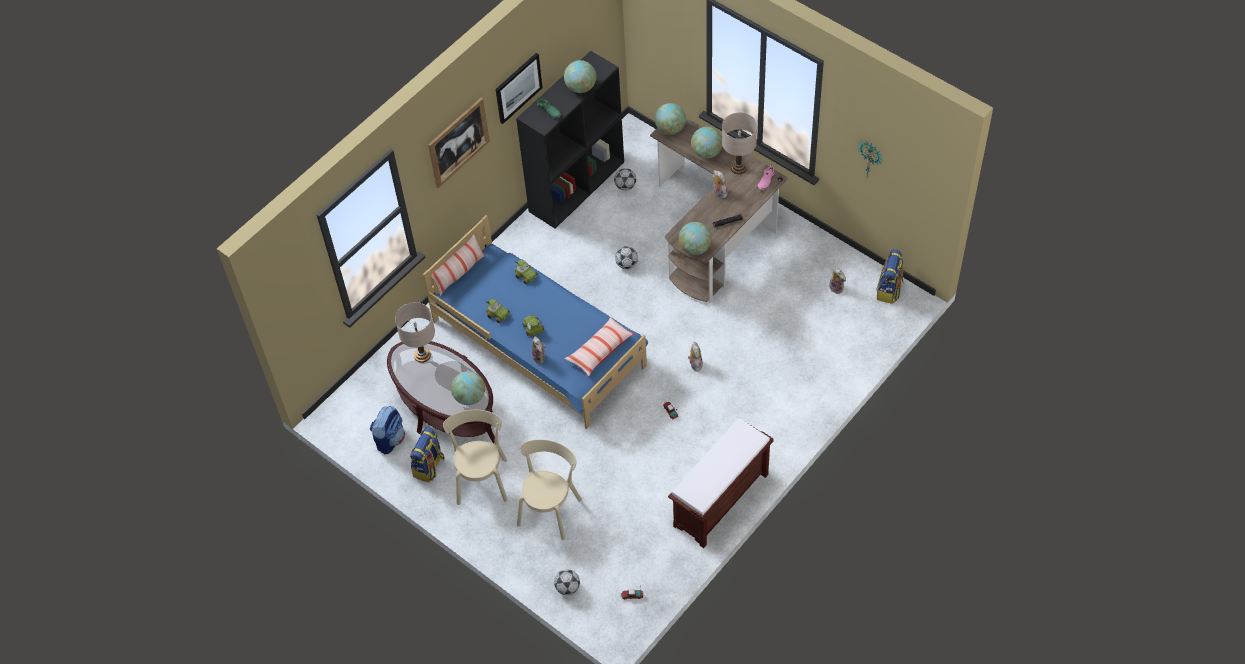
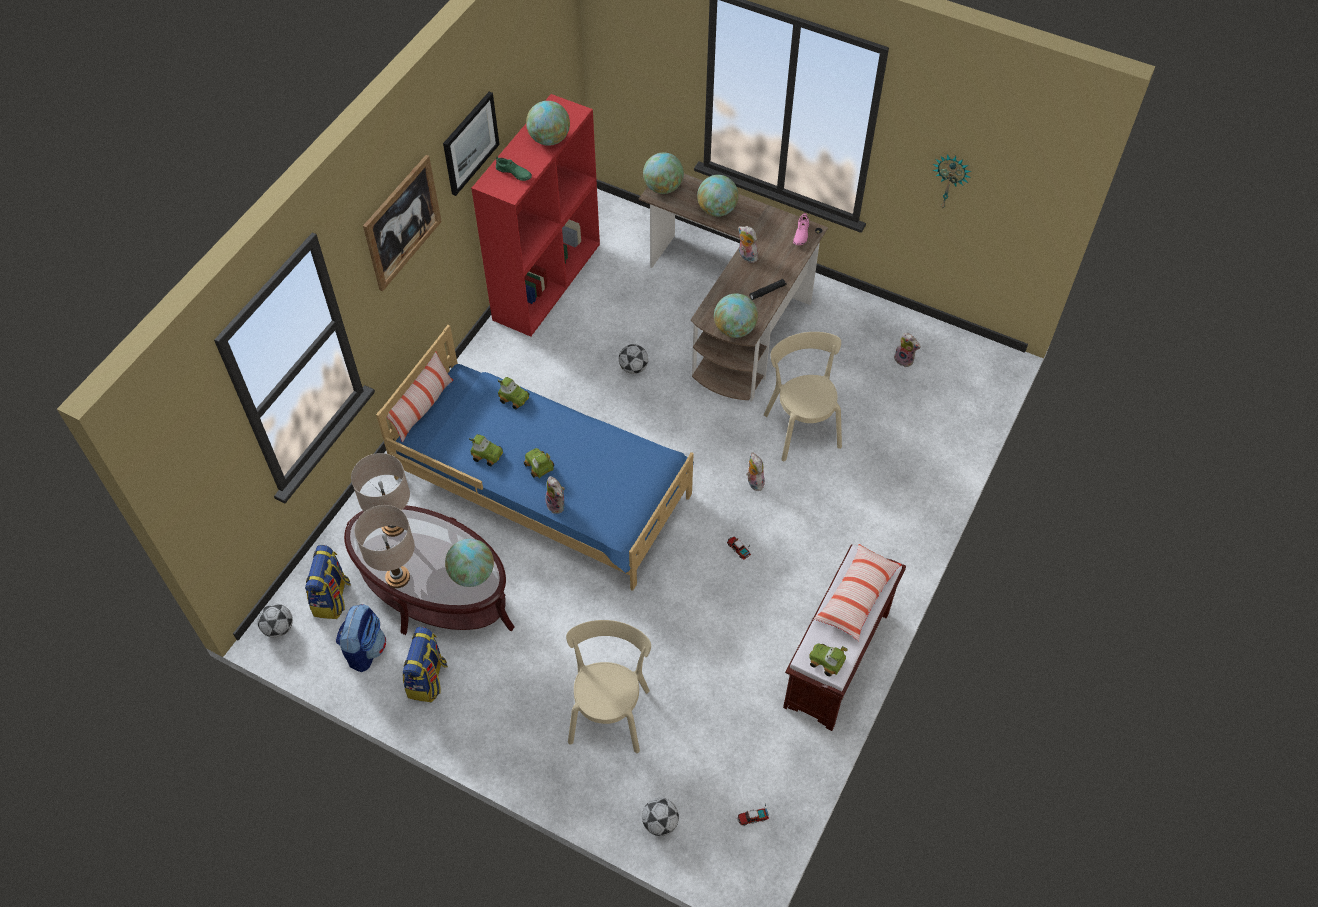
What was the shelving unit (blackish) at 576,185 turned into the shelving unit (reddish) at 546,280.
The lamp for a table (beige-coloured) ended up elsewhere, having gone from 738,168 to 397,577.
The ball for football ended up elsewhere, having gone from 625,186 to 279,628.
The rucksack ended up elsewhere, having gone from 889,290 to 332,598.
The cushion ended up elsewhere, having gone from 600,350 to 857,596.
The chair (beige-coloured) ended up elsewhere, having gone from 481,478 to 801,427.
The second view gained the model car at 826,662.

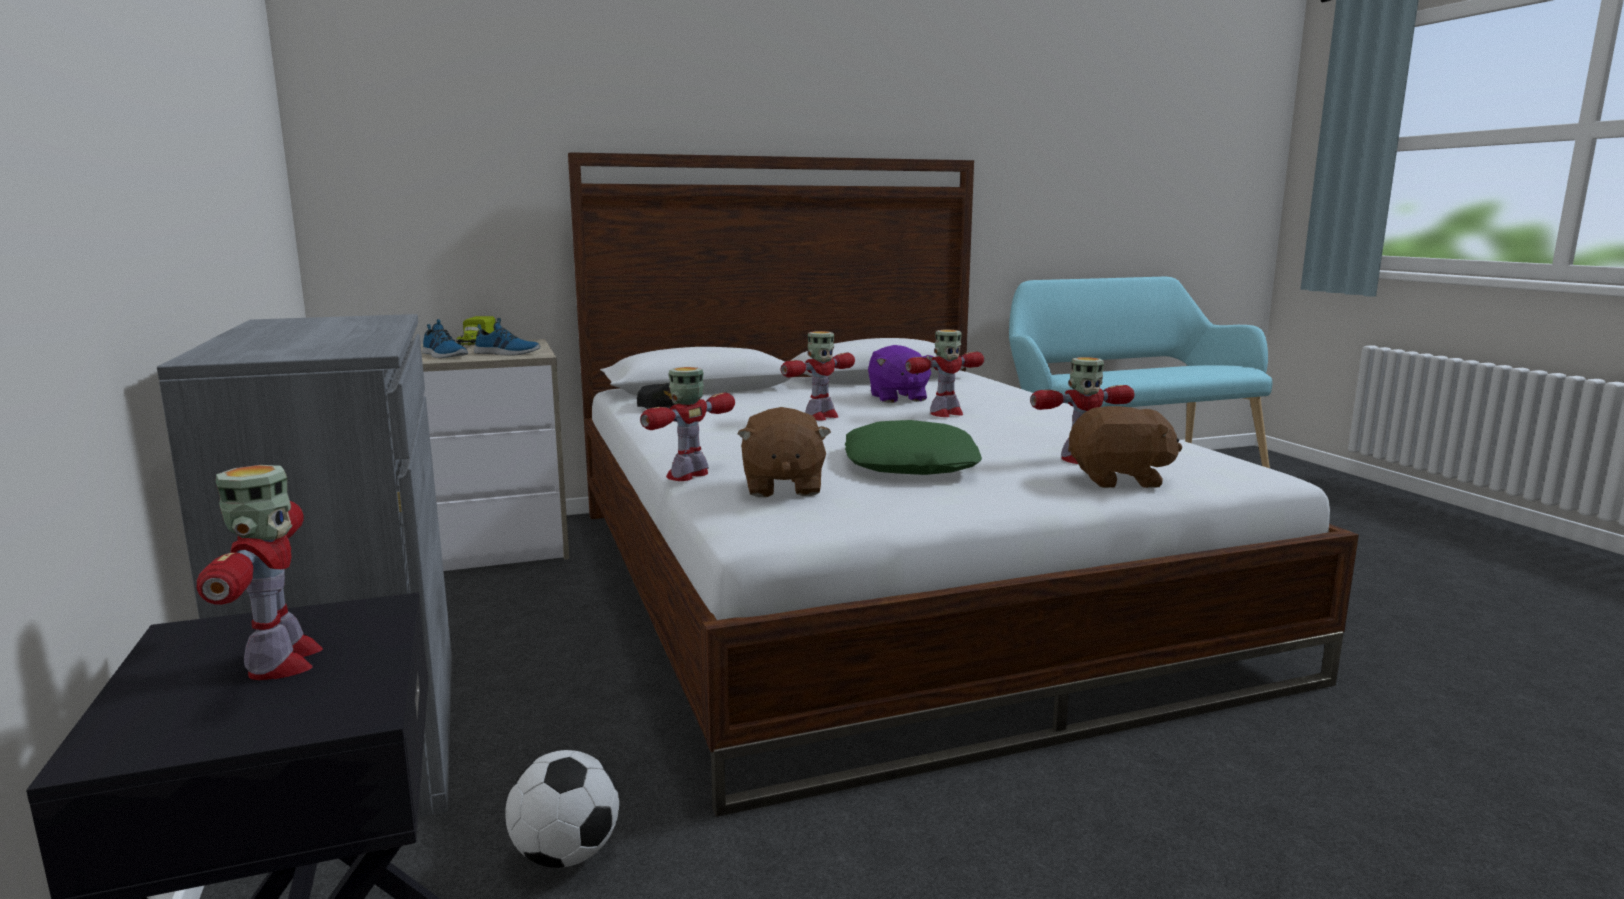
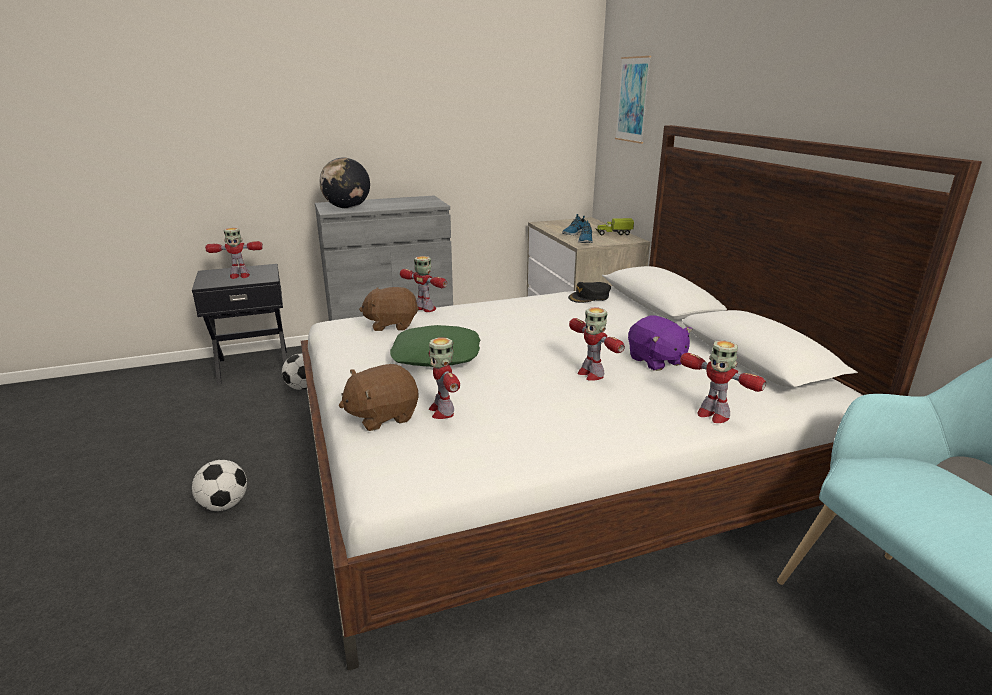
The model robot ended up elsewhere, having gone from 820,417 to 712,415.
The cuddly toy (purple-coloured) at 897,398 ended up facing another way, 105 degrees counterclockwise from before.
The cuddly toy (brown-coloured) at 1119,480 ended up facing another way, 60 degrees clockwise from before.
The second view gained the wall picture at 632,99.
The second view gained the desk globe at 347,208.
The second view gained the ball for football at 224,505.

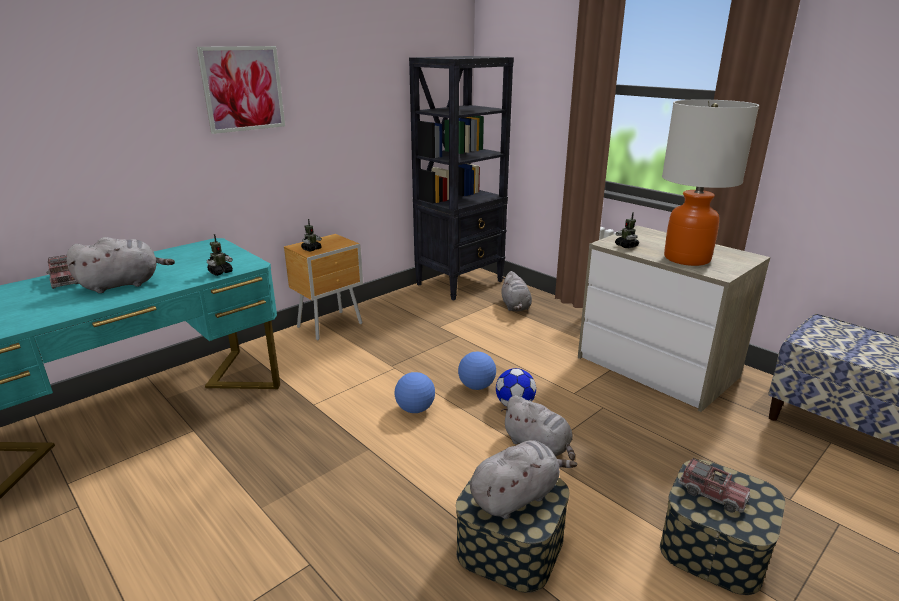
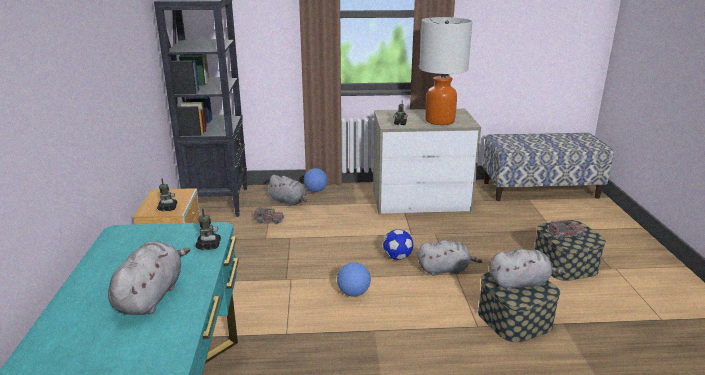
The second view lost the wall picture at 243,89.
The toy truck ended up elsewhere, having gone from 64,280 to 268,220.
The ball for football ended up elsewhere, having gone from 476,386 to 315,191.
The cuddly toy (grey) at 516,496 ended up facing another way, 75 degrees clockwise from before.

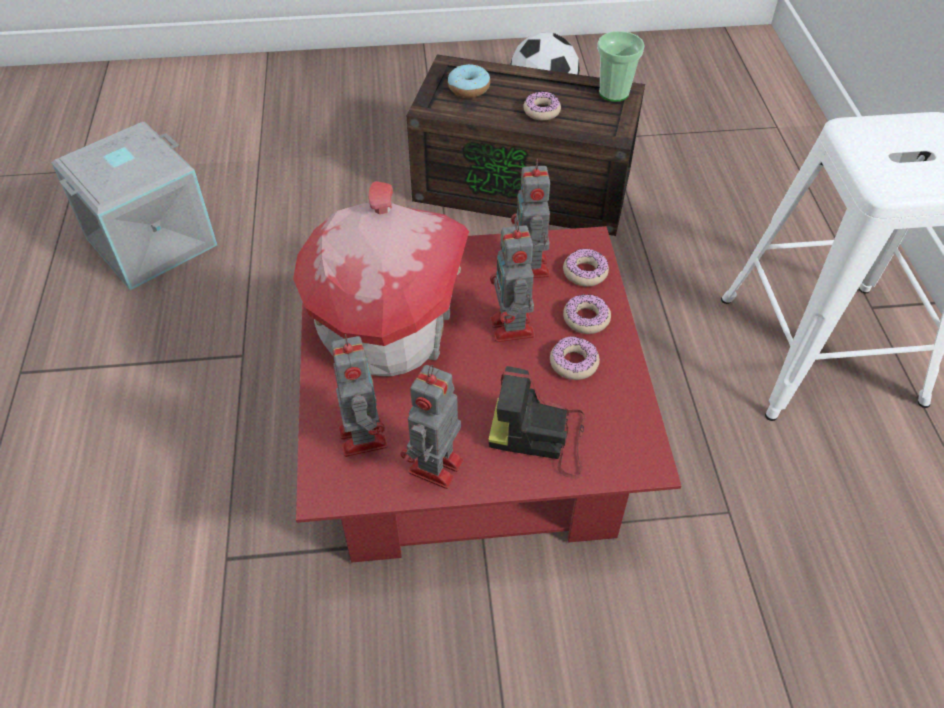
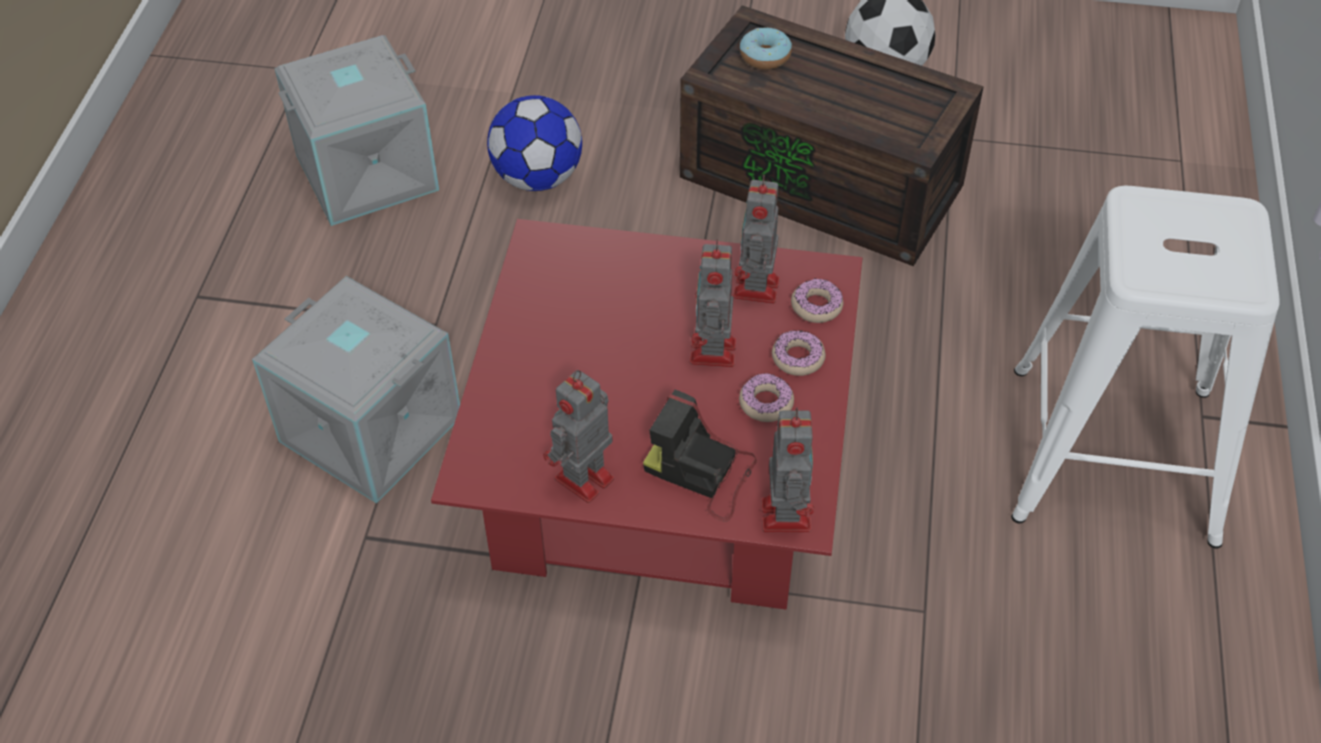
The second view lost the cup at 614,93.
The second view lost the ring doughnut at 541,111.
The second view lost the miniature house at 388,327.
The model robot ended up elsewhere, having gone from 362,435 to 785,512.
The second view gained the ball for football at 537,178.
The second view gained the storage box (grey) at 368,430.

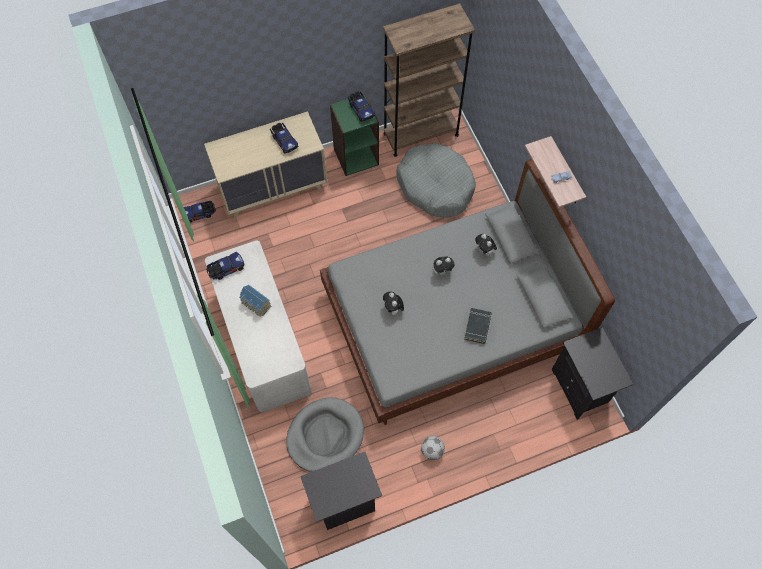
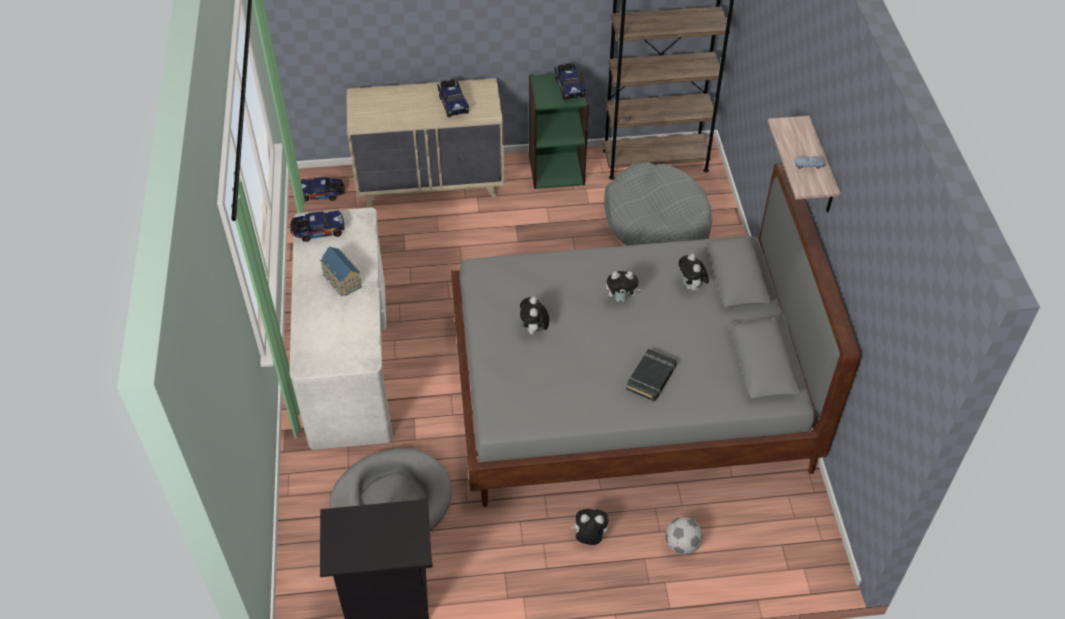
The second view lost the night table (blackish) at 581,388.
The ball for football ended up elsewhere, having gone from 432,451 to 682,545.
The second view gained the cuddly toy at 589,538.

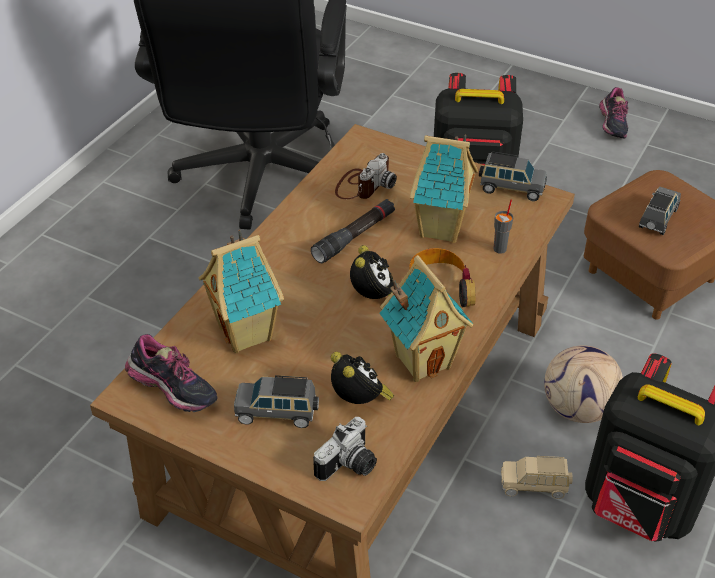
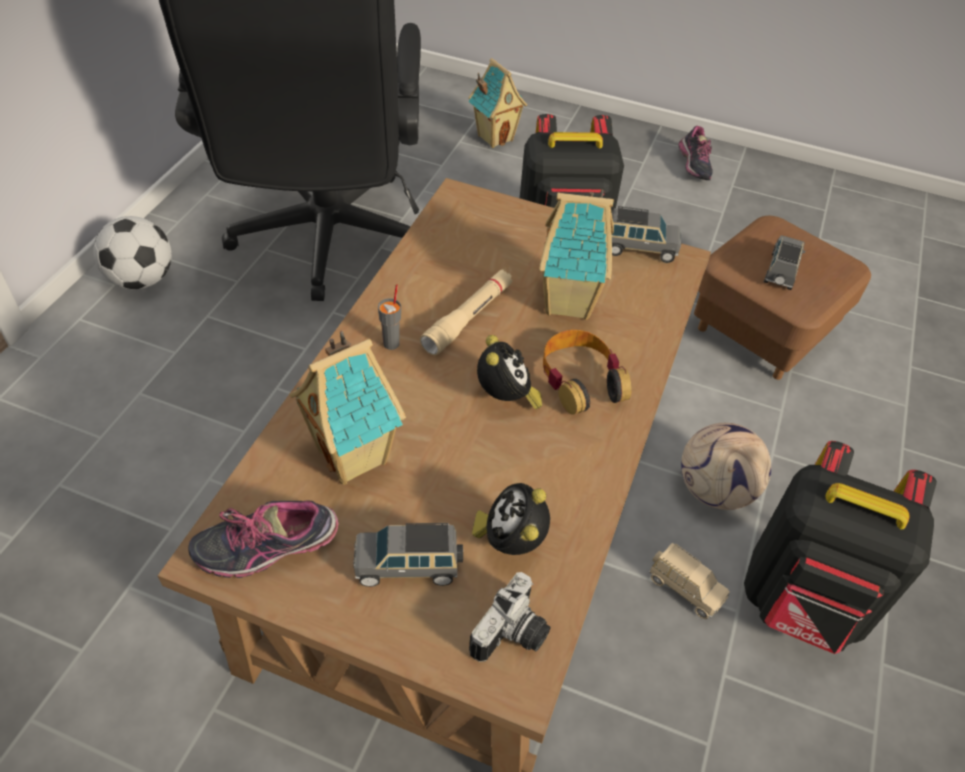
The second view lost the still camera at 363,185.
What was the hand torch (blackish) at 354,237 turned into the hand torch (beige-coloured) at 468,318.
The cup (grey) ended up elsewhere, having gone from 500,249 to 392,343.
The miniature house ended up elsewhere, having gone from 423,360 to 495,137.
The item of footwear at 173,392 ended up facing another way, 135 degrees clockwise from before.
The table clock at 360,401 ended up facing another way, 135 degrees counterclockwise from before.
The model car (beige-coloured) at 534,485 ended up facing another way, 135 degrees counterclockwise from before.
The second view gained the ball for football at 142,280.

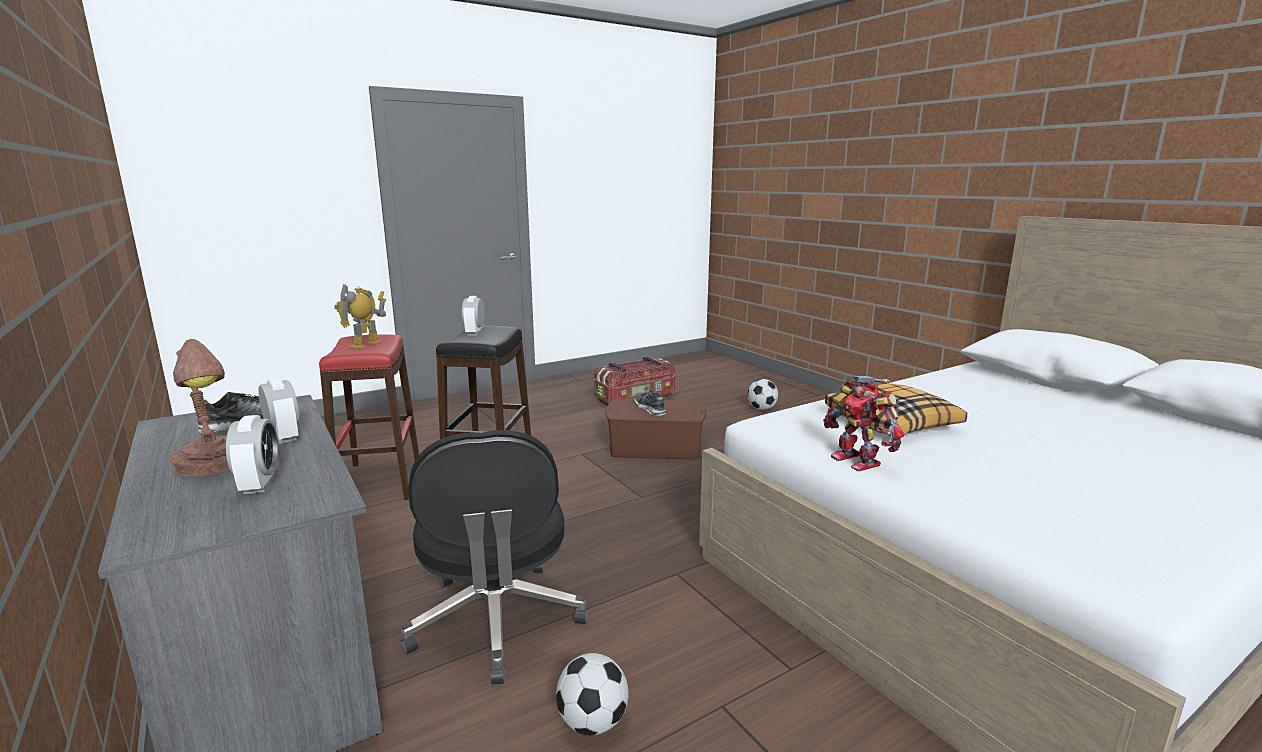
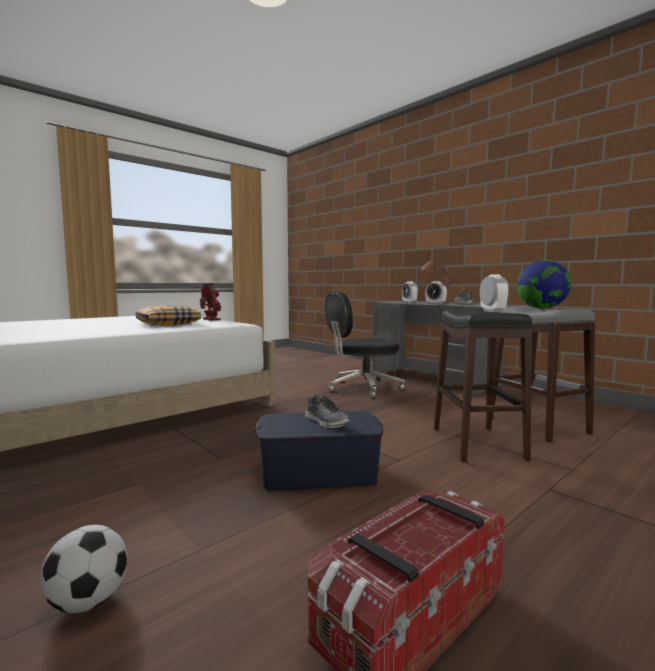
Where the model robot stood at 365,345, the desk globe came to stand at 542,308.
What was the stool (reddish) at 379,481 turned into the stool (grey) at 537,425.
What was the storage box (brown-coloured) at 655,448 turned into the storage box (bluish) at 319,473.
The office chair (blackish) at 496,621 ended up facing another way, 90 degrees counterclockwise from before.
The second view lost the ball for football at 593,723.

